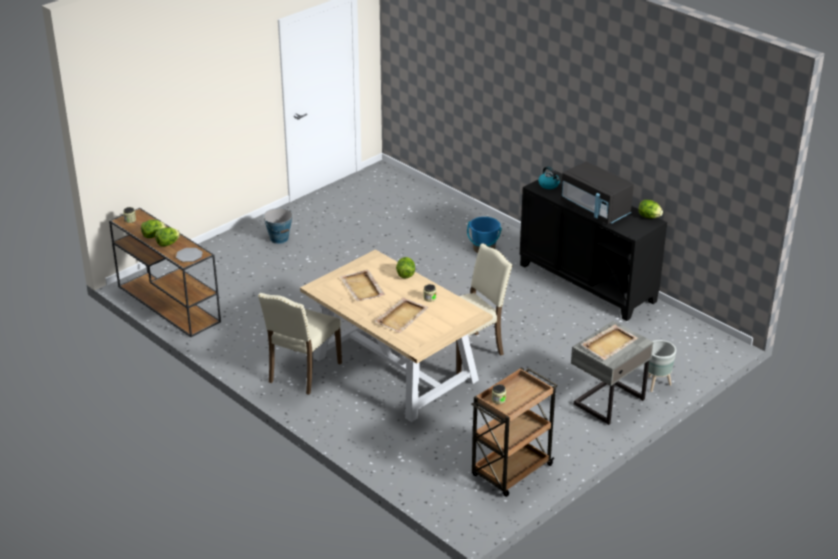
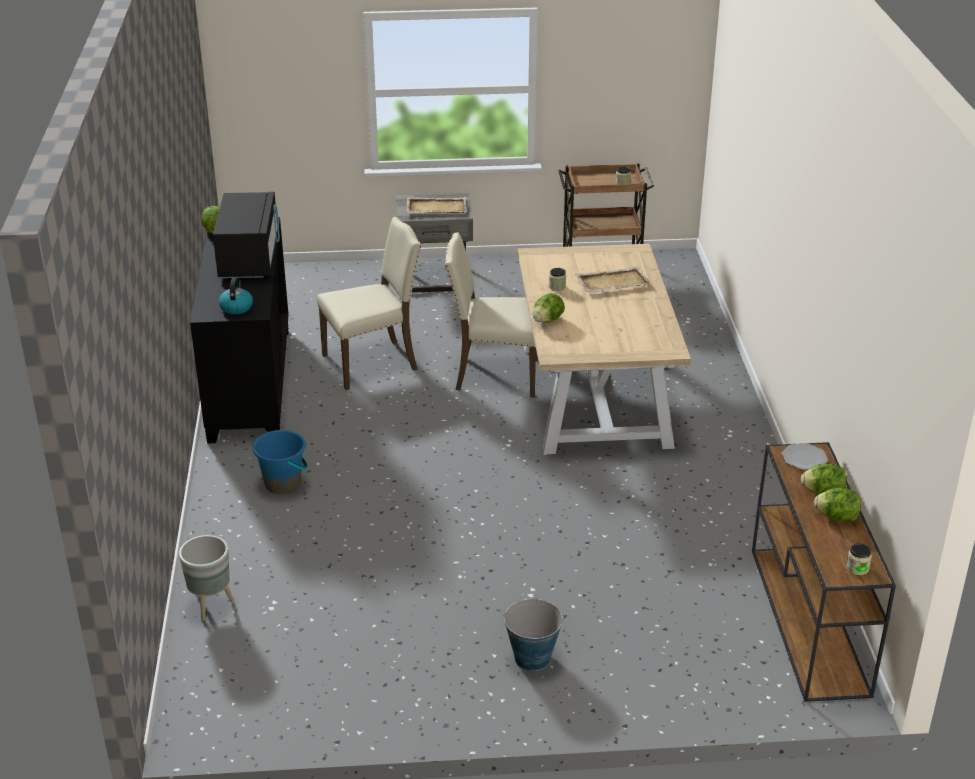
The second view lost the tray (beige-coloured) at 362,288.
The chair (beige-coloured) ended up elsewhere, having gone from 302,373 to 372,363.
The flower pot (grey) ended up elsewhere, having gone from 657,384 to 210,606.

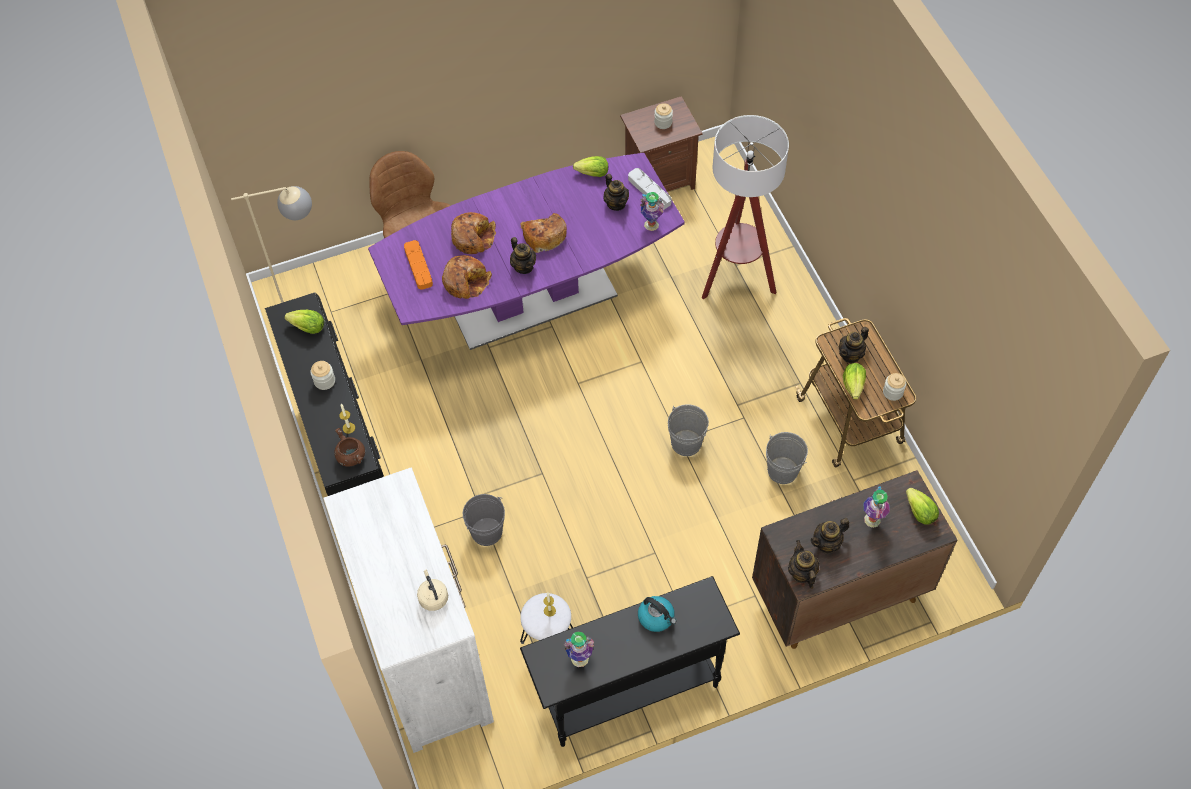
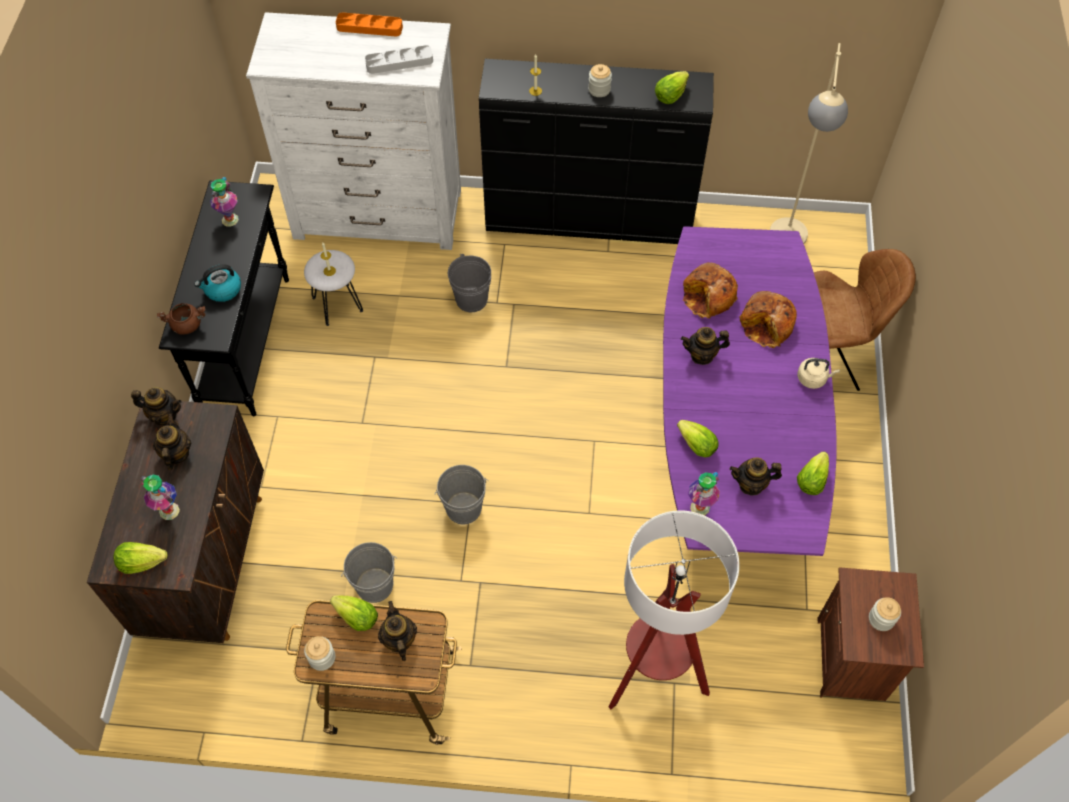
The tray (grey) ended up elsewhere, having gone from 649,191 to 399,62.
The second view lost the bakery bread at 544,235.
The tray (orange-coloured) ended up elsewhere, having gone from 418,266 to 369,27.
The cooking pot (brown-coloured) ended up elsewhere, having gone from 351,456 to 187,325.
The water kettle (beige-coloured) ended up elsewhere, having gone from 433,597 to 813,378.
The second view gained the lettuce at 696,445.

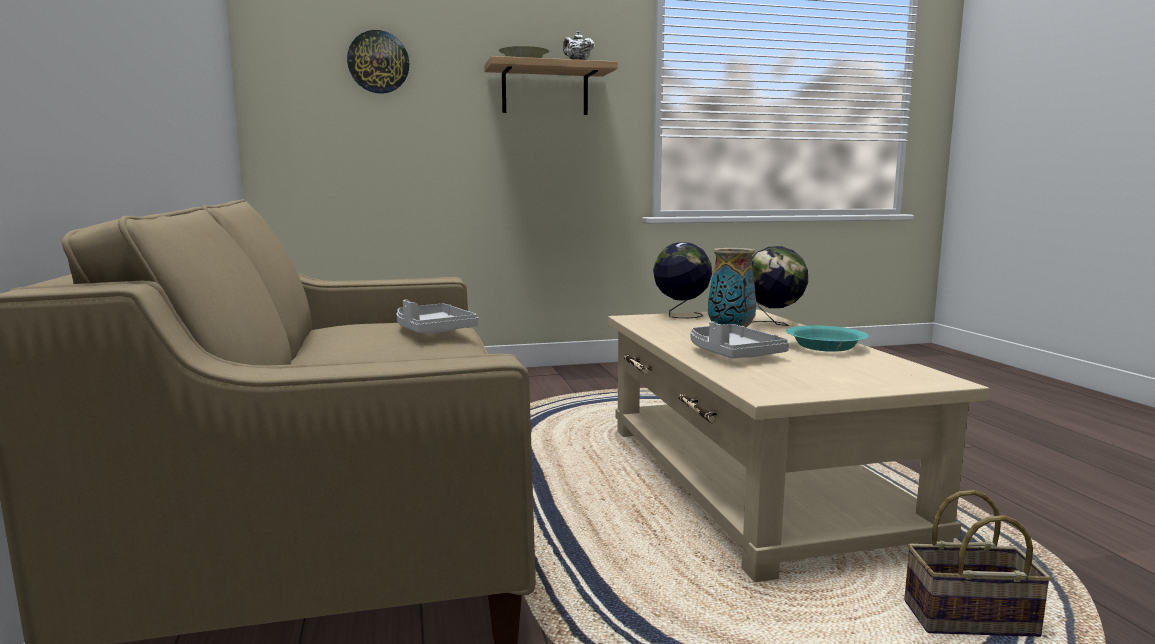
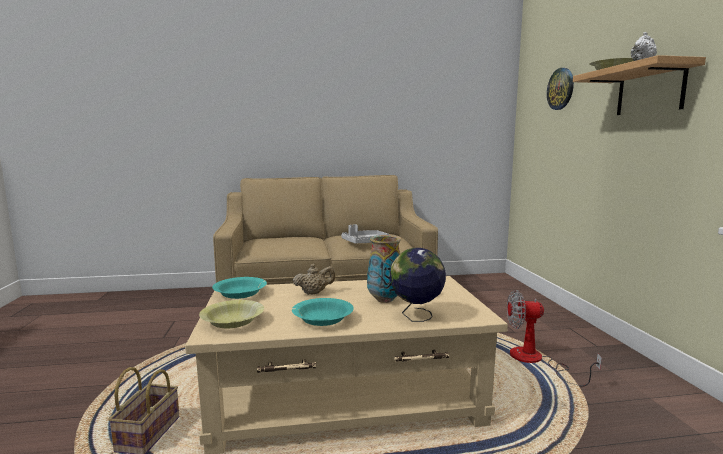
The second view lost the desk globe at 681,316.
Where the tray (grey) stood at 732,354, the tea pot (beige-coloured) came to stand at 314,293.
The second view gained the serving bowl (turquoise-coloured) at 240,294.
The second view gained the cooling fan at 535,361.
The second view gained the serving bowl (yellow) at 233,322.

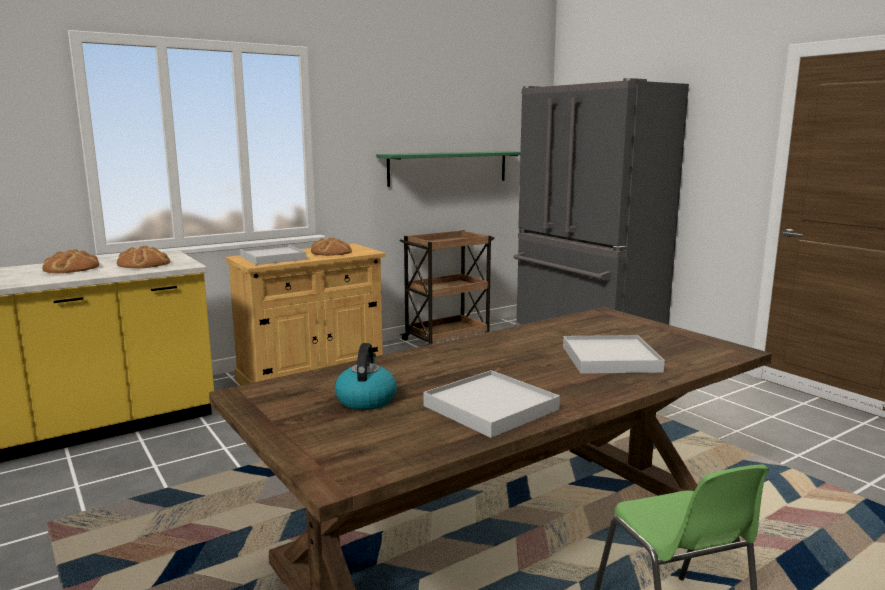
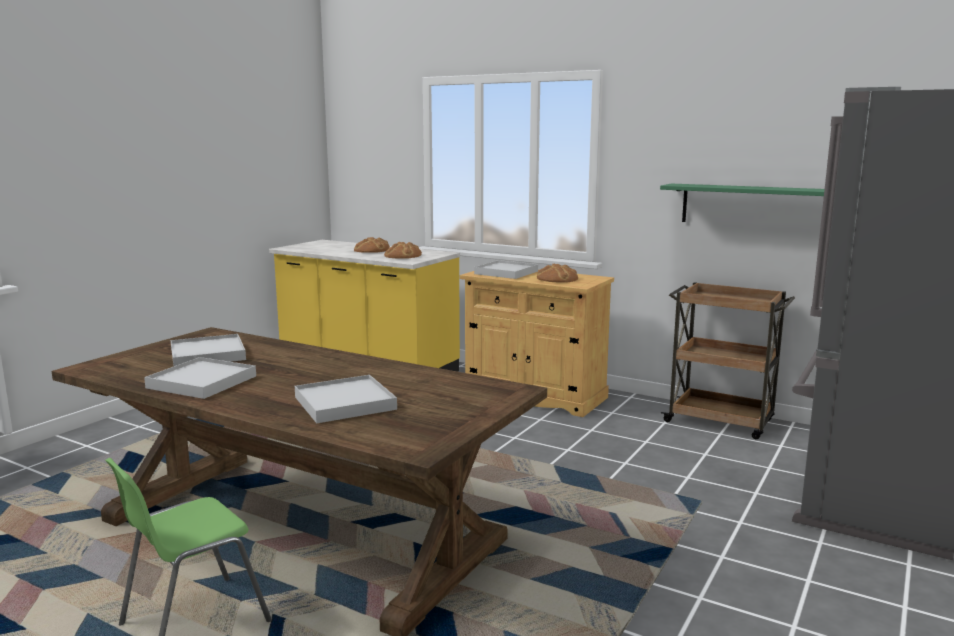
Where the water kettle stood at 366,400, the tray (whitish) came to stand at 207,354.

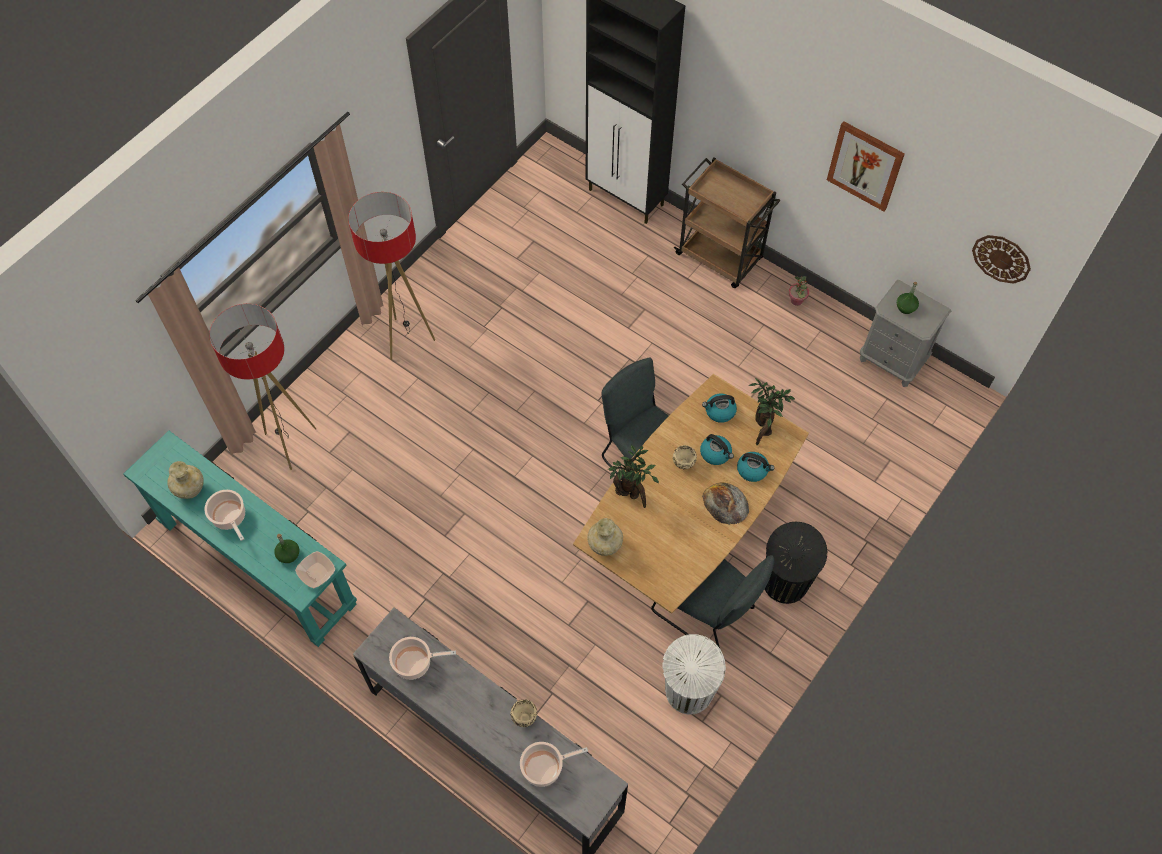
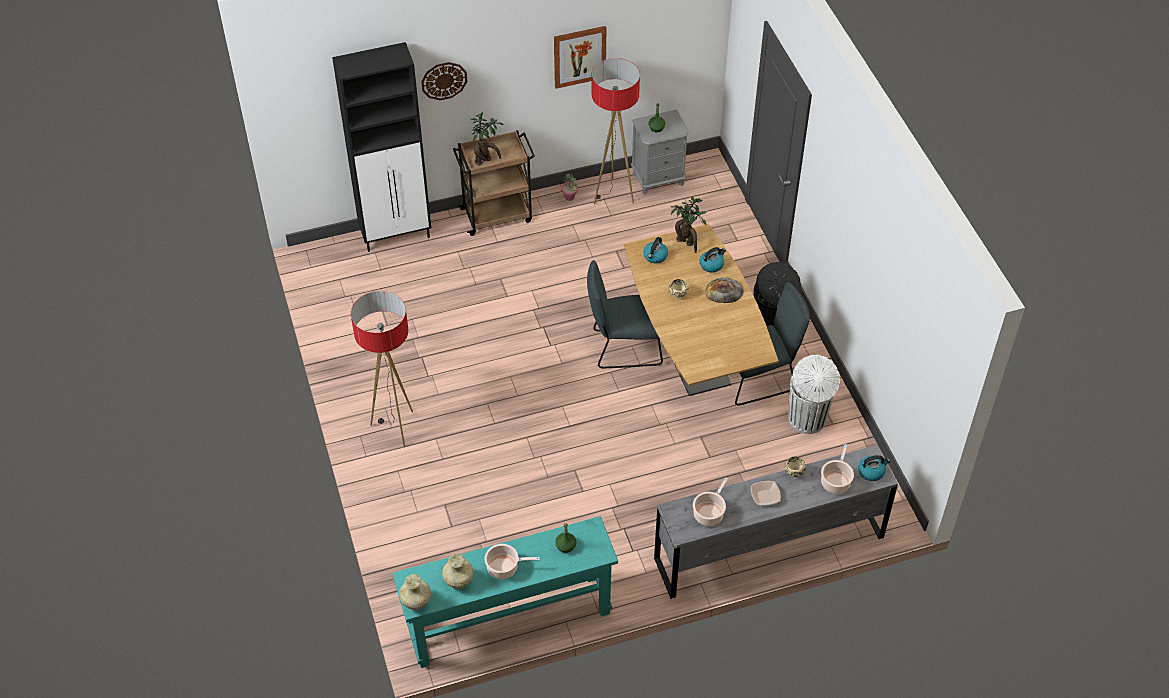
The wall clock ended up elsewhere, having gone from 1001,258 to 444,80.
The standard lamp ended up elsewhere, having gone from 290,443 to 613,195.
The water kettle ended up elsewhere, having gone from 716,453 to 871,471.
The potted plant ended up elsewhere, having gone from 630,494 to 485,160.
The vase (beige-coloured) ended up elsewhere, having gone from 604,545 to 416,602.
The serving bowl ended up elsewhere, having gone from 316,572 to 765,496.

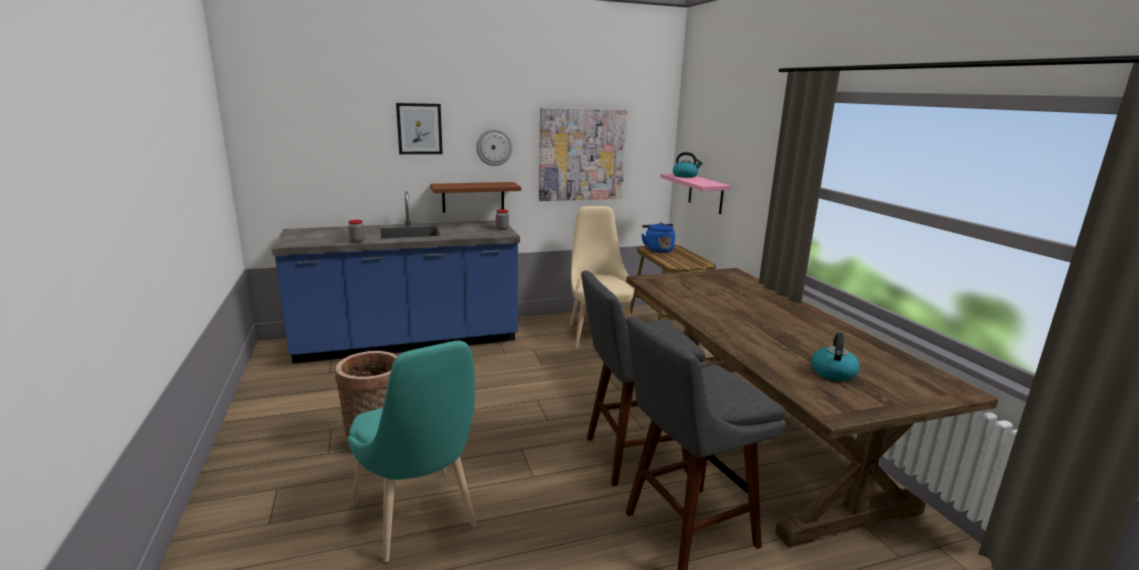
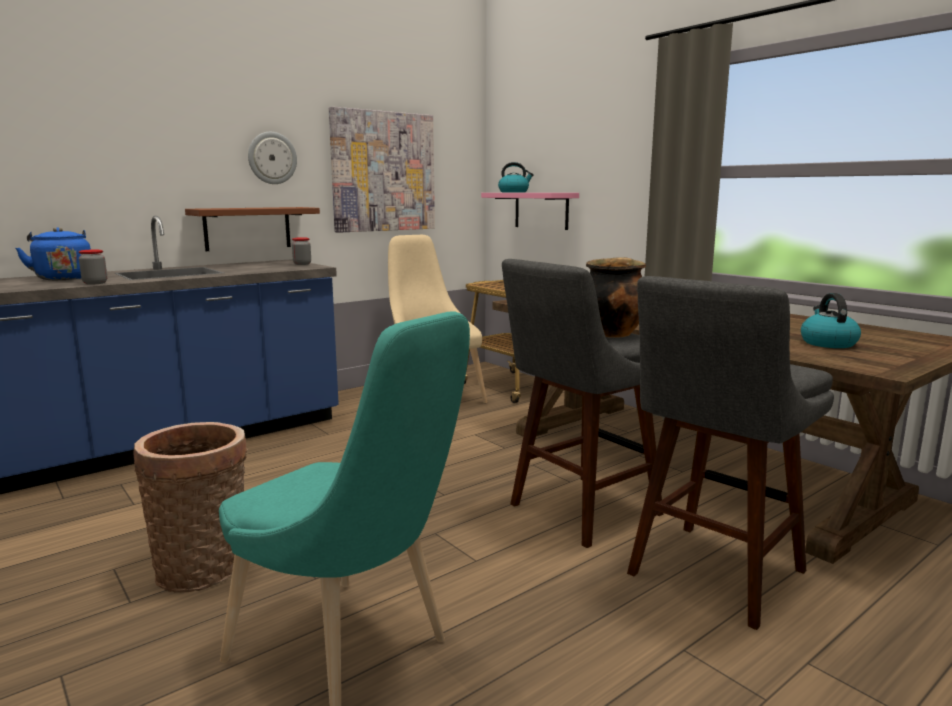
The second view lost the wall picture at 419,129.
The water kettle (bluish) ended up elsewhere, having gone from 657,250 to 63,278.
The second view gained the cooking pot at 612,333.

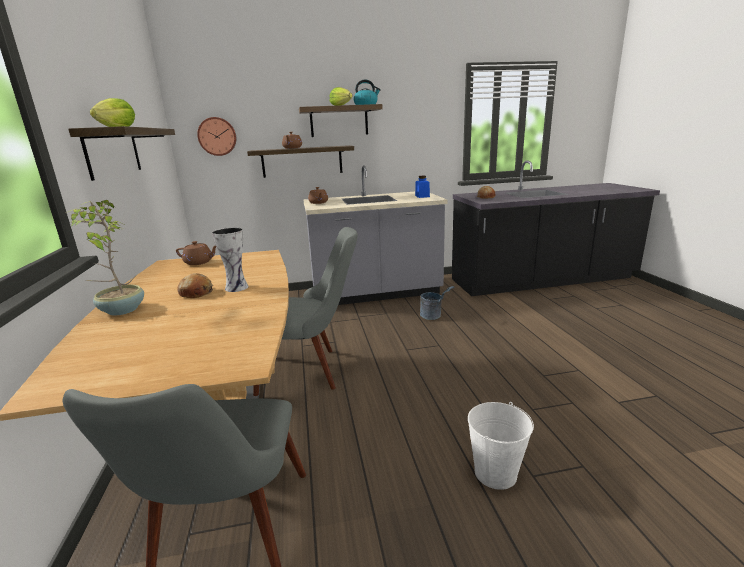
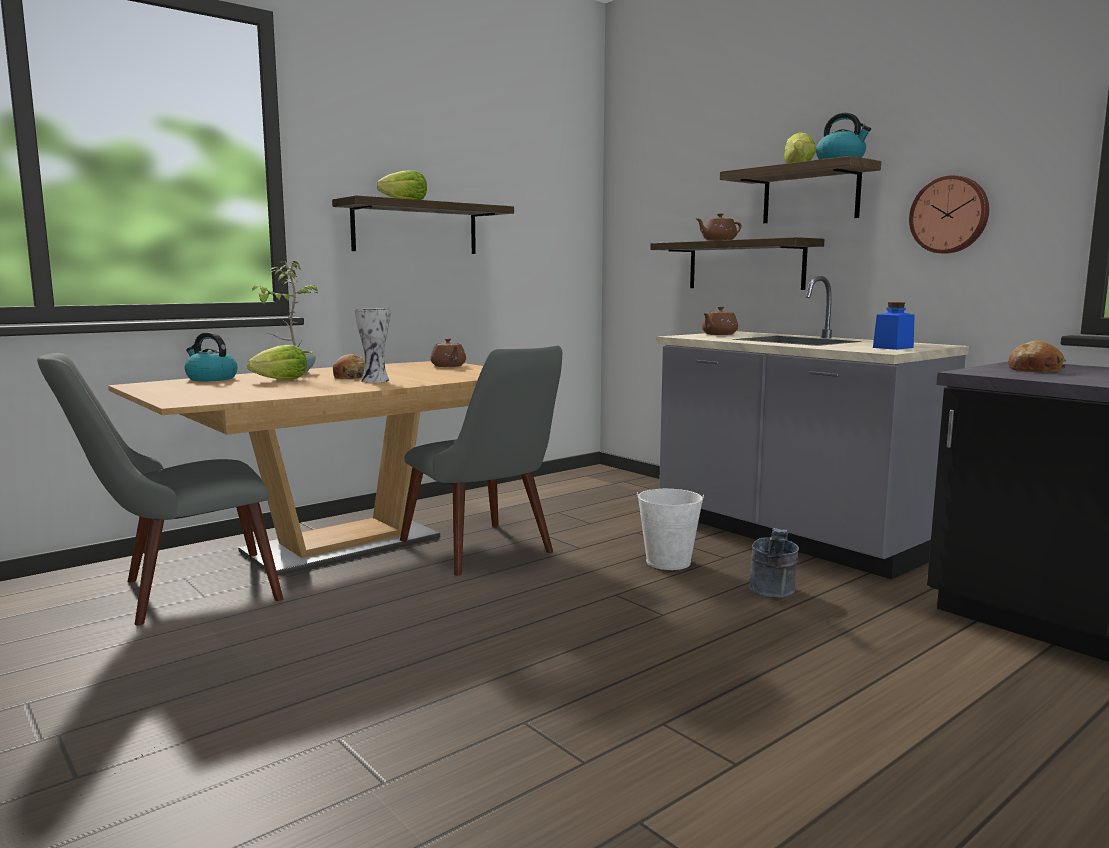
The wall clock ended up elsewhere, having gone from 217,136 to 950,215.
The pail (whitish) ended up elsewhere, having gone from 495,472 to 668,562.
The second view gained the water kettle at 211,379.
The second view gained the lettuce at 281,380.

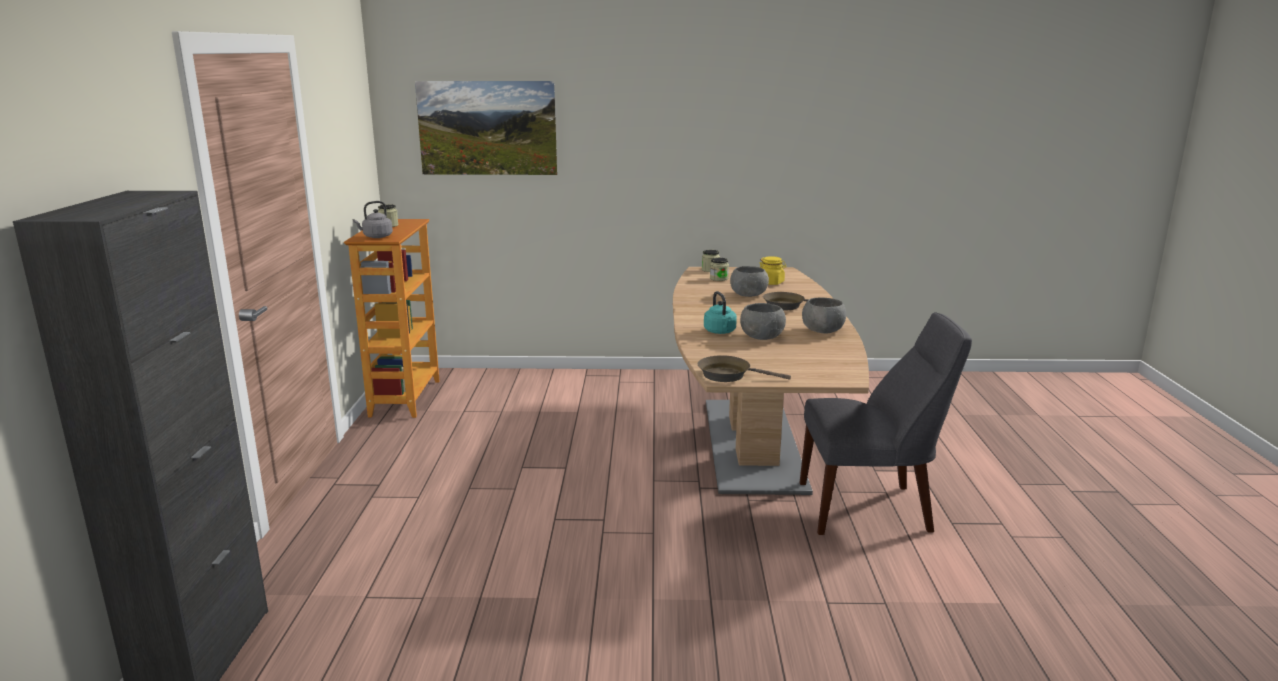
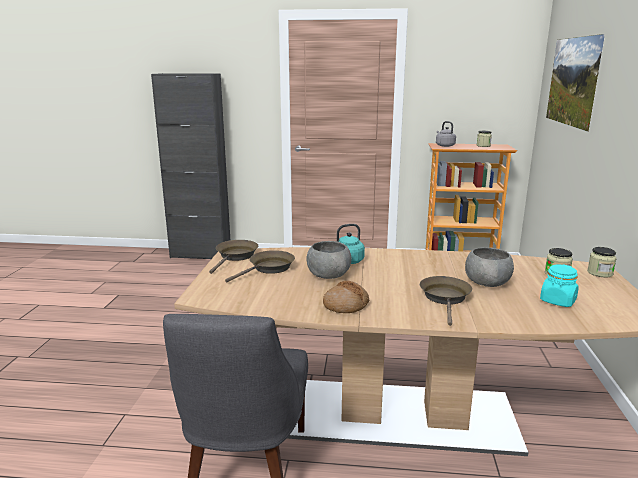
What was the preserve jar (yellow) at 771,283 turned into the preserve jar (turquoise-coloured) at 557,301.
Where the serving bowl (grey) stood at 822,331, the bakery bread came to stand at 346,305.
The second view gained the skillet (brown-coloured) at 269,268.

